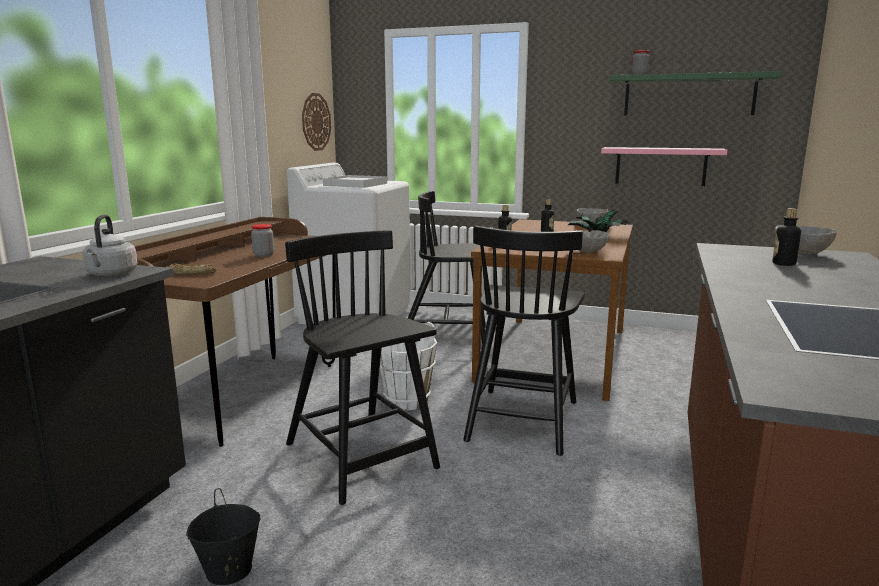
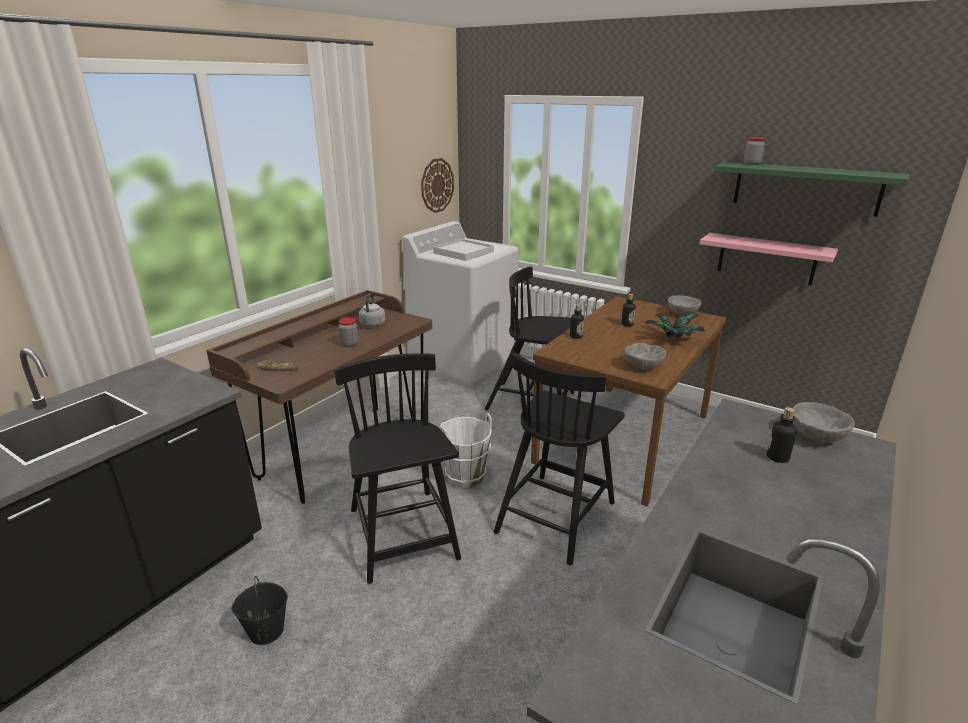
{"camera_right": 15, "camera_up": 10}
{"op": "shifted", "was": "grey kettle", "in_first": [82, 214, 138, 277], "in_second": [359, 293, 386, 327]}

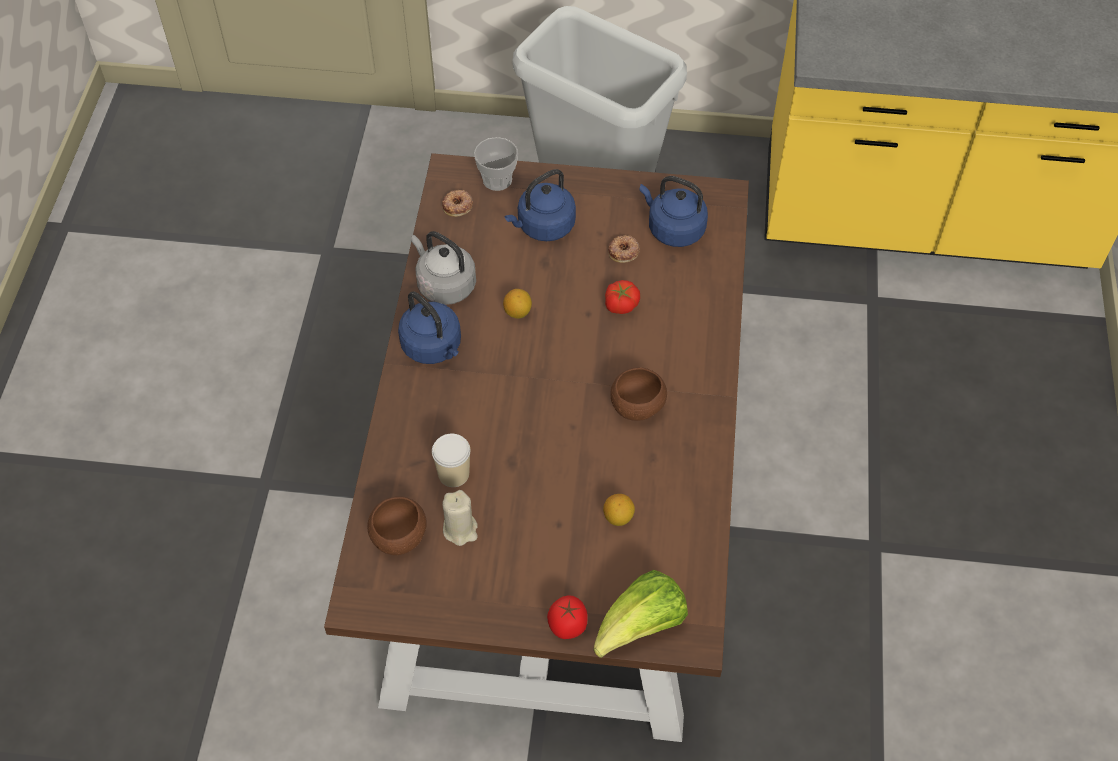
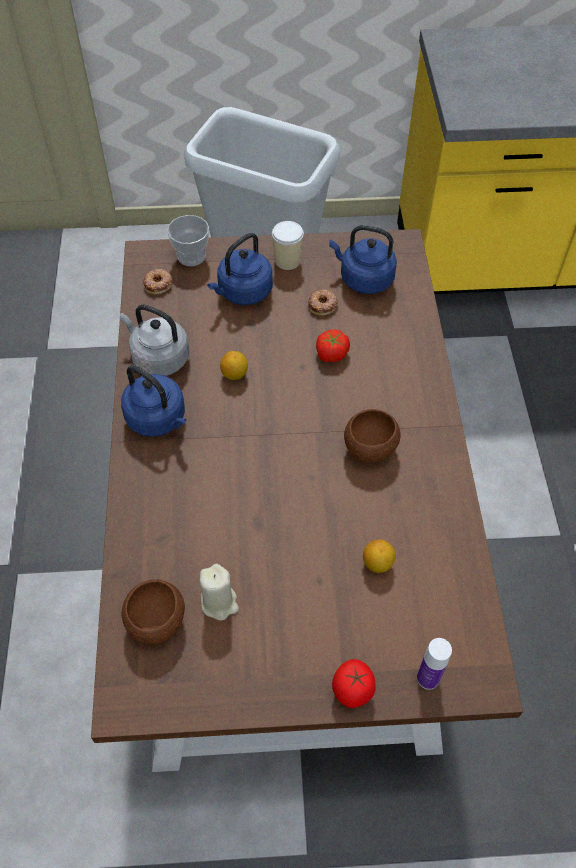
{"camera_right": -10, "camera_up": 0}
{"op": "shifted", "was": "cup", "in_first": [432, 434, 470, 487], "in_second": [272, 221, 304, 270]}
{"op": "swapped", "was": "lettuce", "now": "bottle", "in_first": [593, 570, 688, 658], "in_second": [417, 638, 452, 690]}

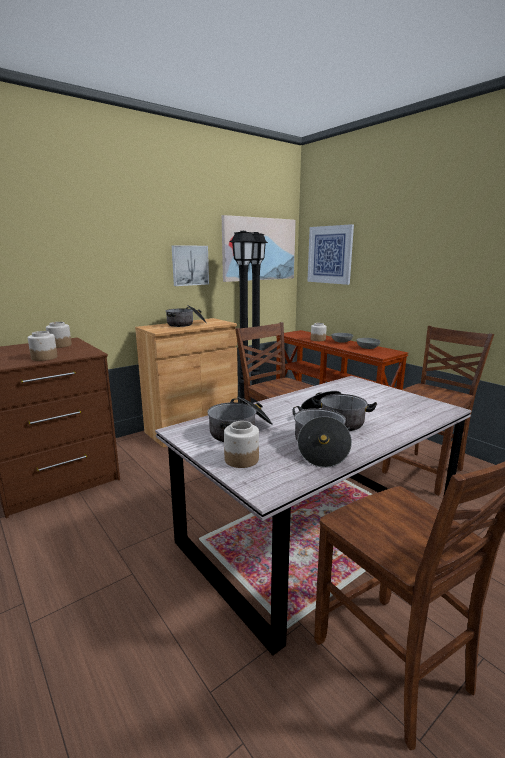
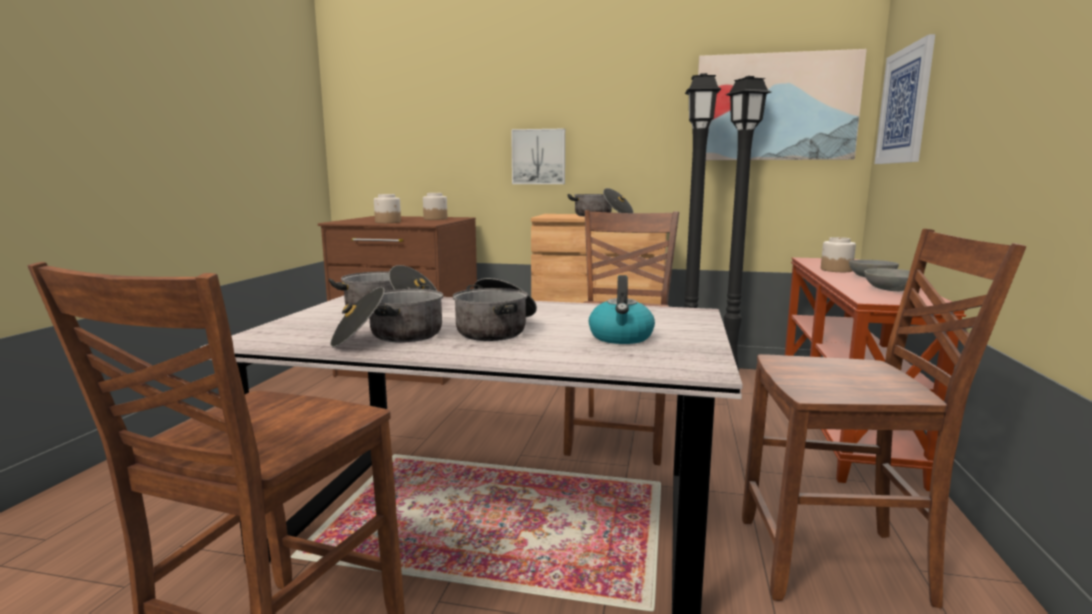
{"camera_right": 50, "camera_up": -5}
{"op": "shifted", "was": "picture", "in_first": [172, 245, 209, 286], "in_second": [511, 129, 565, 184]}
{"op": "new", "now": "kettle", "in_second": [589, 275, 655, 344]}
{"op": "gone", "was": "jar", "in_first": [224, 421, 259, 468]}

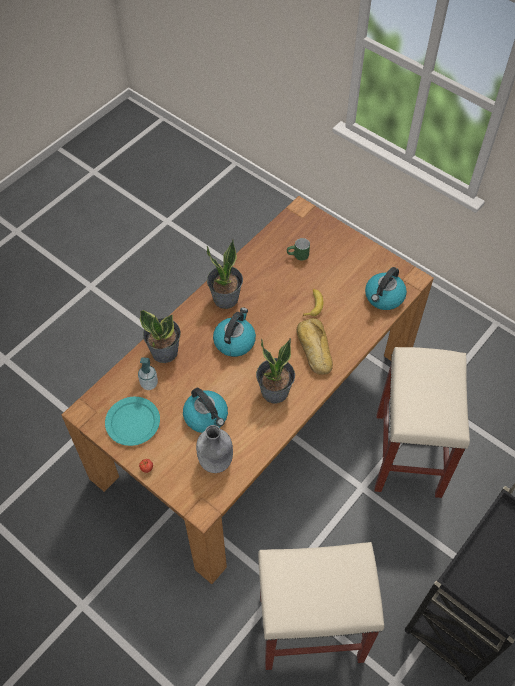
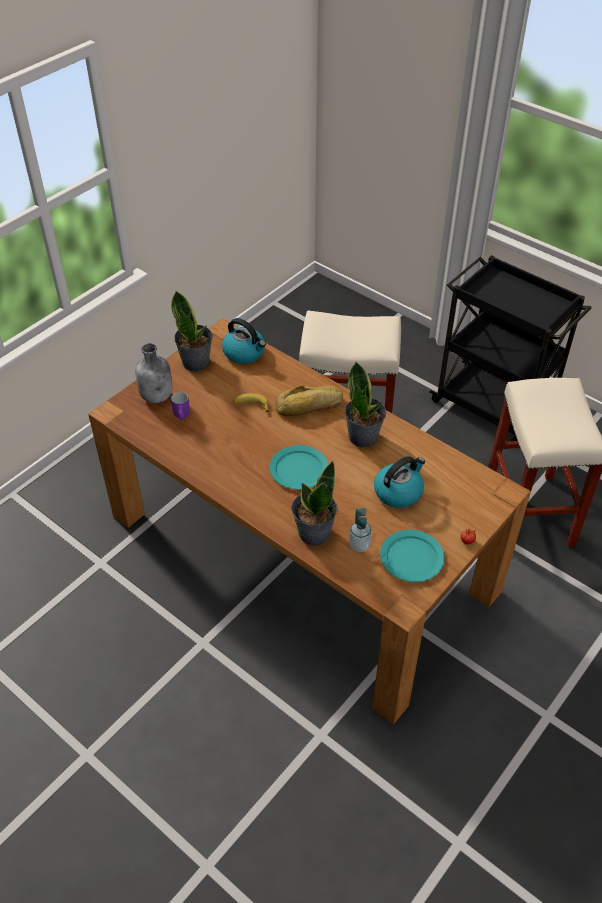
{"camera_right": -90, "camera_up": -10}
{"op": "shifted", "was": "grey bottle", "in_first": [196, 425, 233, 473], "in_second": [135, 343, 172, 403]}
{"op": "shifted", "was": "potted plant", "in_first": [207, 240, 243, 309], "in_second": [171, 291, 213, 371]}
{"op": "repainted", "was": "green mug", "now": "purple mug", "in_first": [287, 238, 310, 261], "in_second": [171, 392, 190, 420]}
{"op": "swapped", "was": "kettle", "now": "turquoise plate", "in_first": [213, 308, 256, 357], "in_second": [270, 445, 328, 489]}

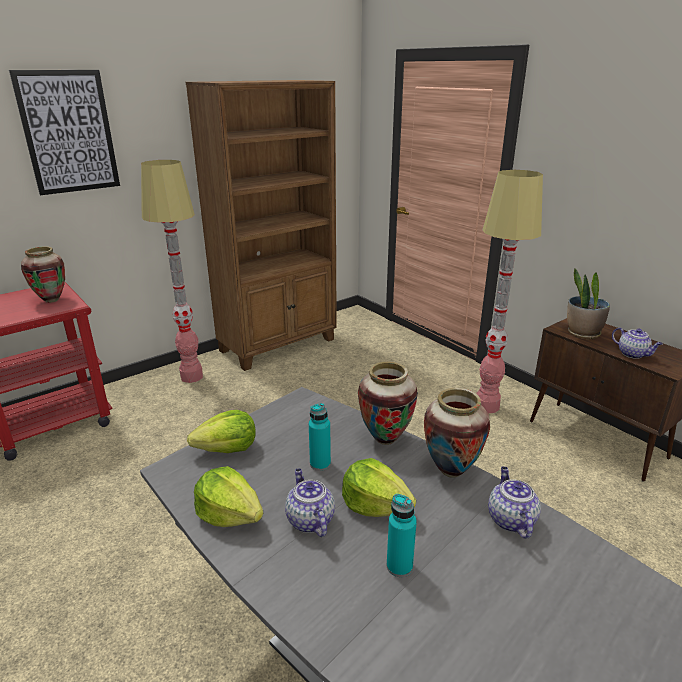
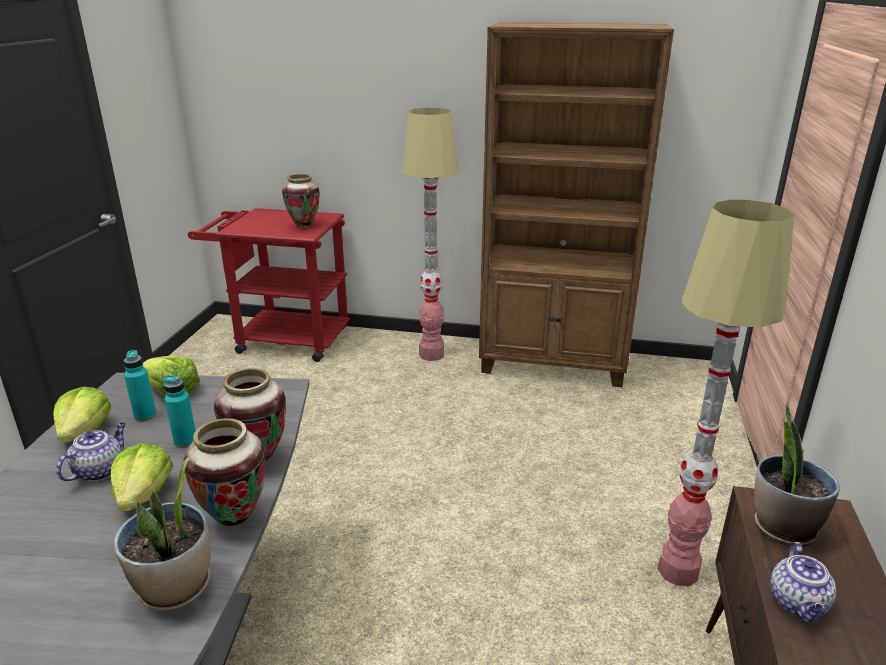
{"camera_right": 50, "camera_up": 0}
{"op": "swapped", "was": "teapot", "now": "potted plant", "in_first": [488, 467, 541, 539], "in_second": [113, 457, 210, 611]}
{"op": "shifted", "was": "turquoise bottle", "in_first": [387, 494, 417, 577], "in_second": [124, 350, 156, 421]}
{"op": "gone", "was": "picture", "in_first": [9, 70, 120, 195]}

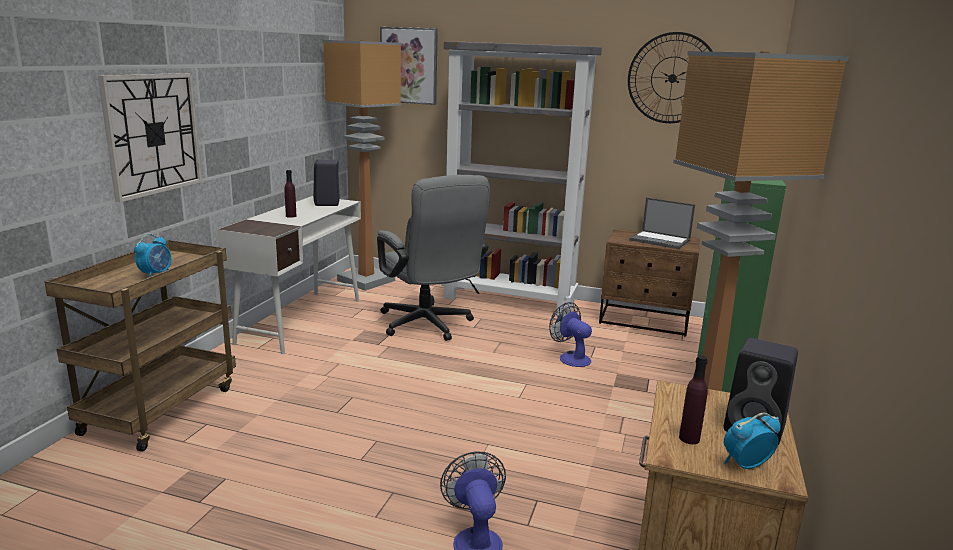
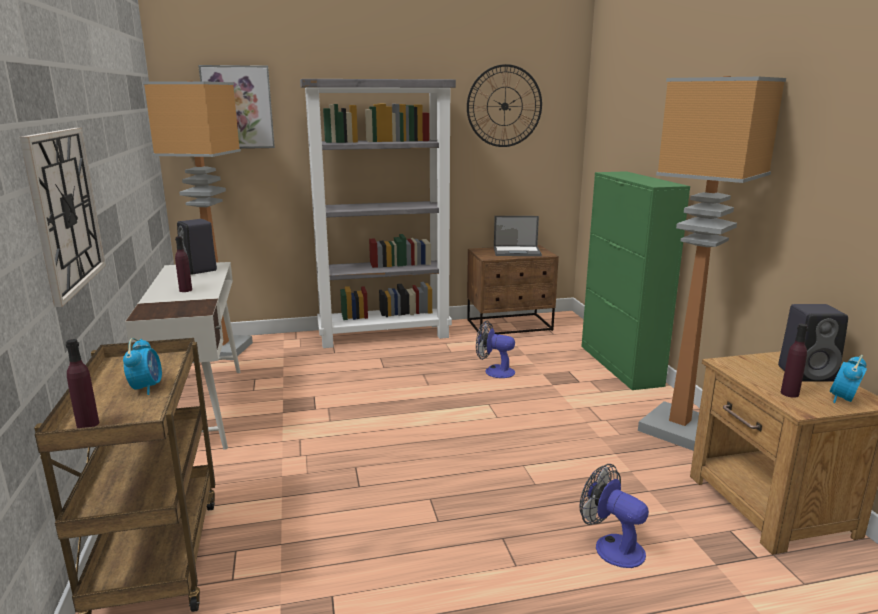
{"camera_right": -30, "camera_up": 0}
{"op": "new", "now": "purple bottle", "in_second": [66, 339, 99, 428]}
{"op": "gone", "was": "grey office chair", "in_first": [377, 175, 490, 341]}

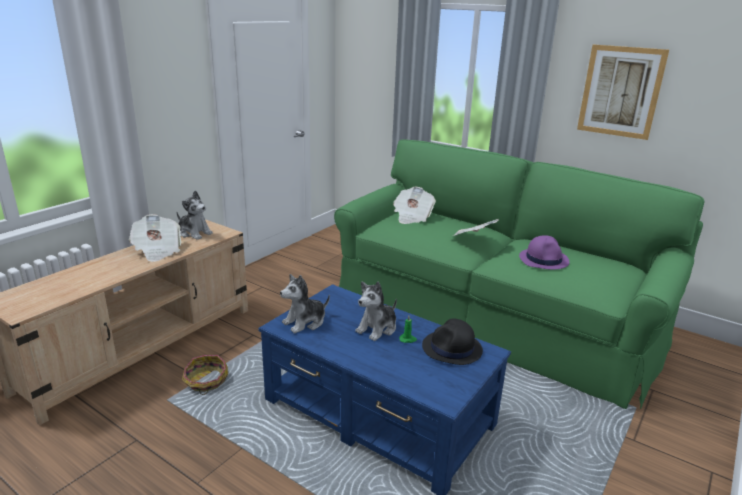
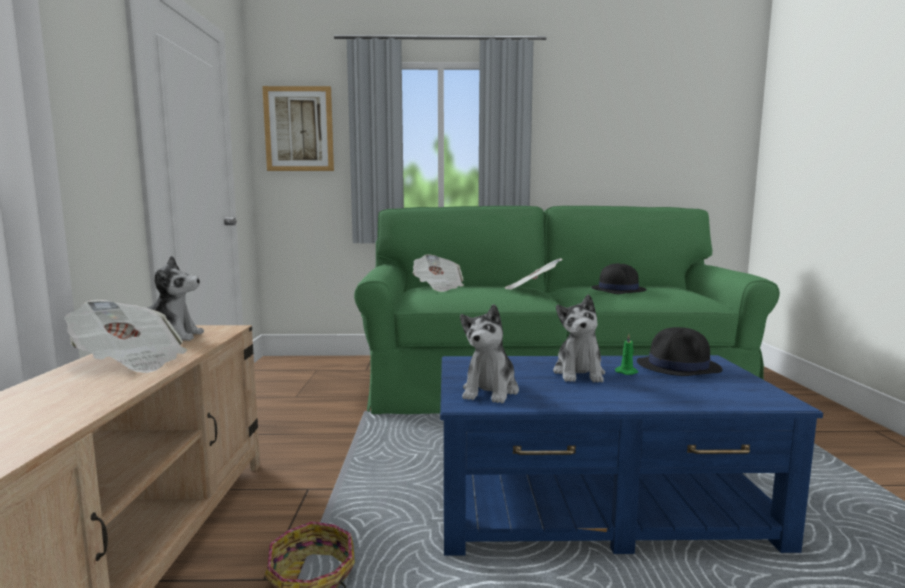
{"camera_right": -35, "camera_up": -15}
{"op": "shifted", "was": "picture", "in_first": [577, 44, 669, 140], "in_second": [262, 86, 334, 171]}
{"op": "repainted", "was": "purple hat", "now": "black hat", "in_first": [519, 235, 569, 270], "in_second": [591, 263, 647, 294]}

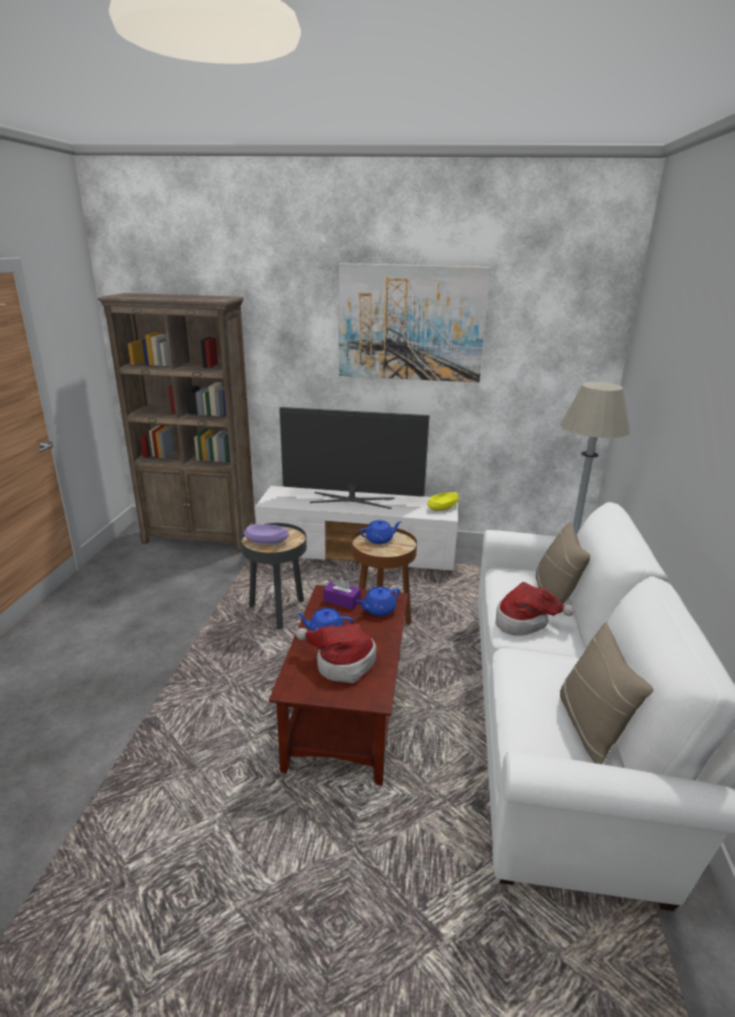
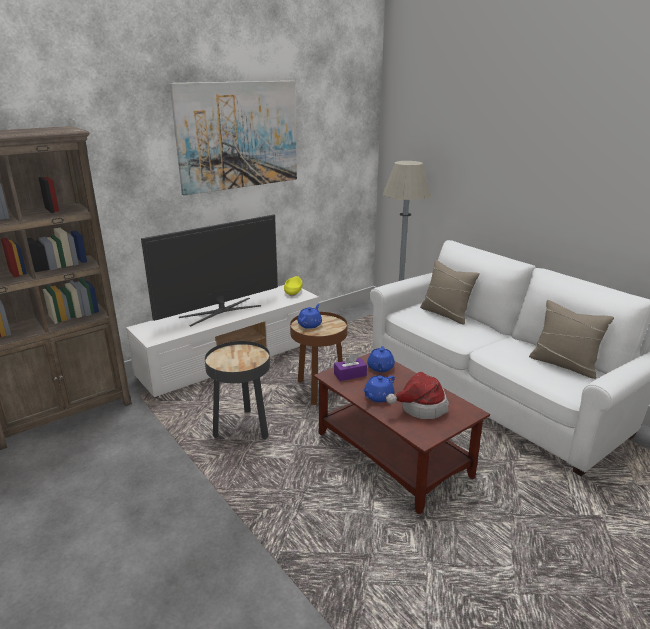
{"camera_right": -45, "camera_up": 0}
{"op": "gone", "was": "purple bowl", "in_first": [244, 524, 289, 545]}
{"op": "gone", "was": "hat", "in_first": [496, 582, 574, 636]}

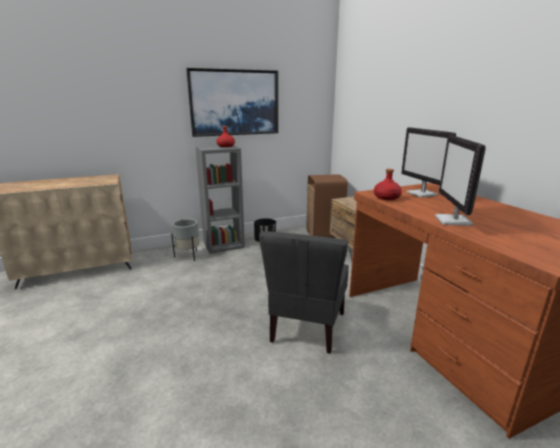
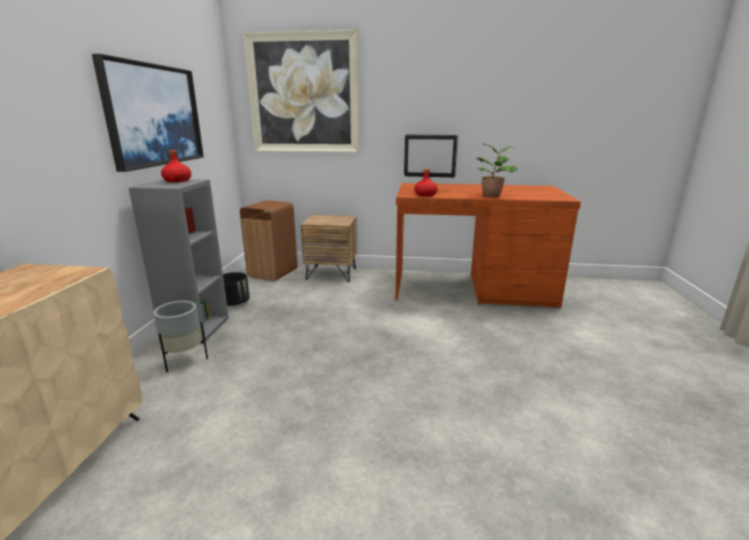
{"camera_right": -60, "camera_up": 0}
{"op": "new", "now": "picture", "in_second": [243, 29, 359, 153]}
{"op": "swapped", "was": "monitor", "now": "potted plant", "in_first": [435, 135, 486, 226], "in_second": [476, 144, 518, 197]}
{"op": "gone", "was": "grey chair", "in_first": [259, 231, 349, 354]}

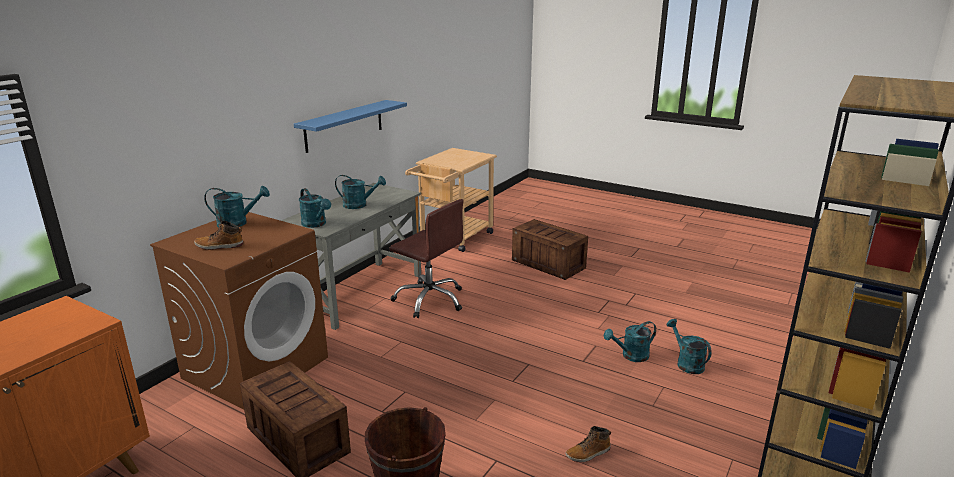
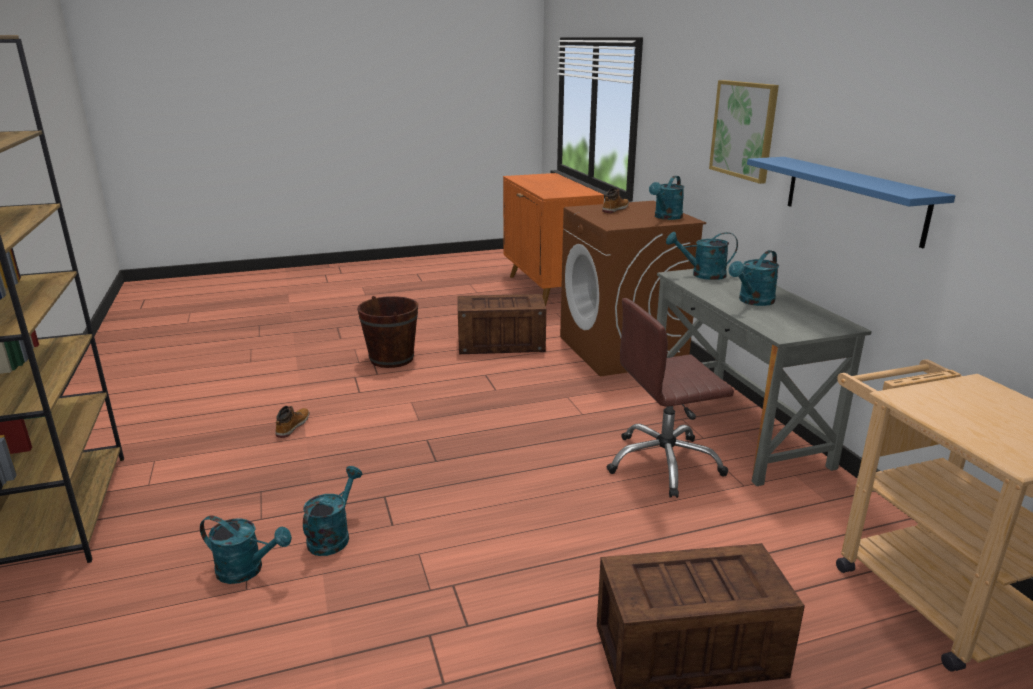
{"camera_right": 130, "camera_up": 0}
{"op": "new", "now": "picture", "in_second": [709, 80, 779, 184]}

